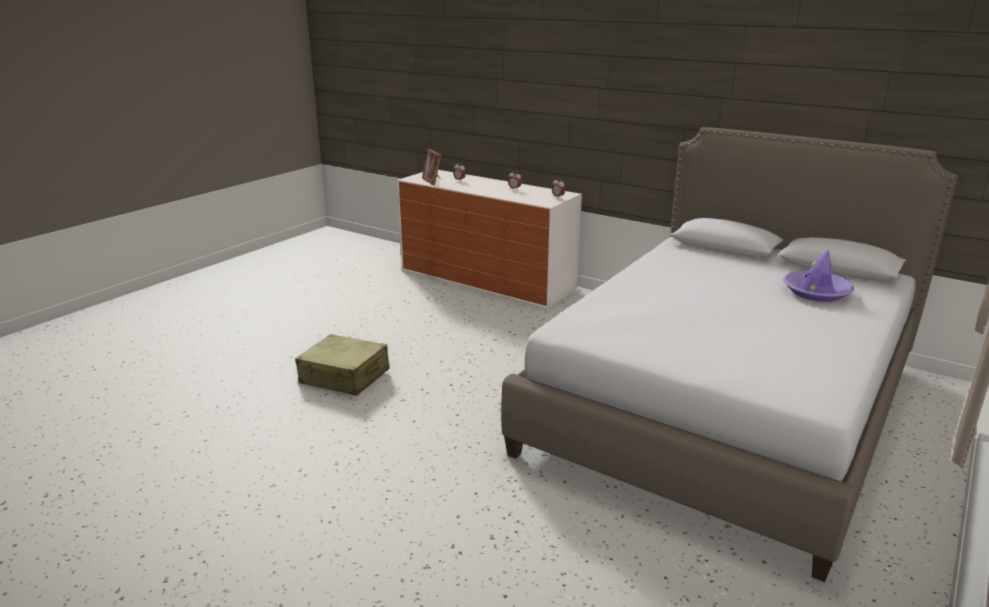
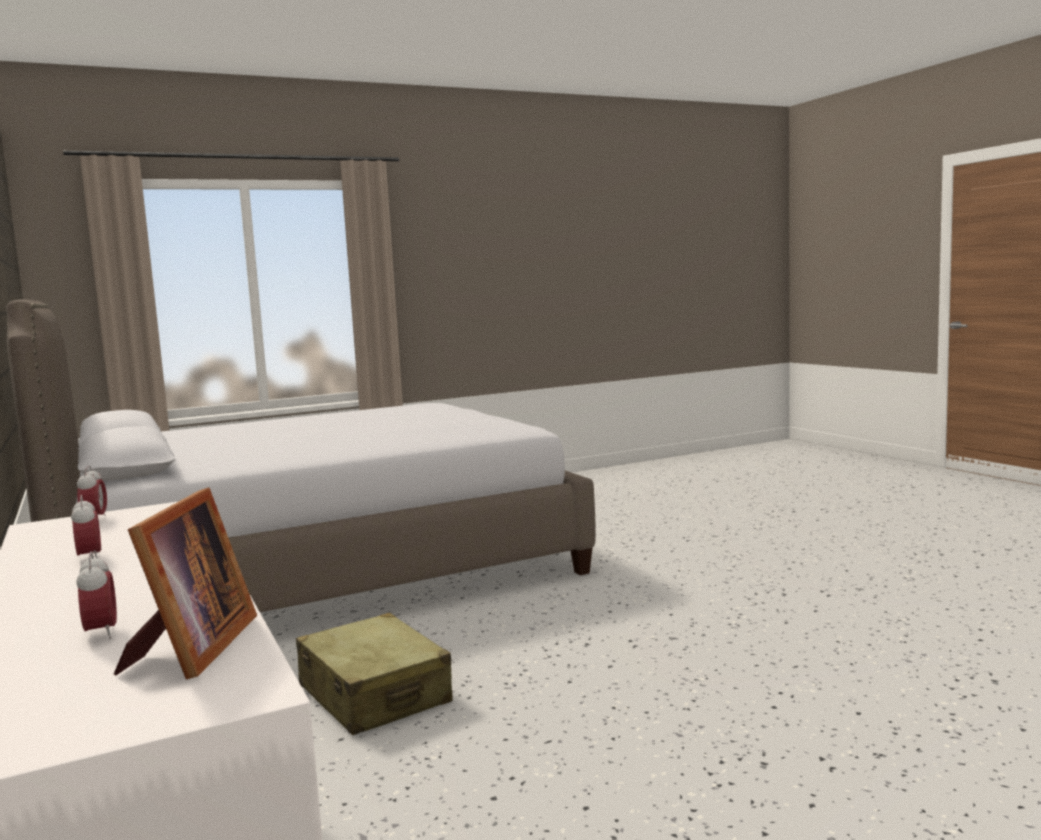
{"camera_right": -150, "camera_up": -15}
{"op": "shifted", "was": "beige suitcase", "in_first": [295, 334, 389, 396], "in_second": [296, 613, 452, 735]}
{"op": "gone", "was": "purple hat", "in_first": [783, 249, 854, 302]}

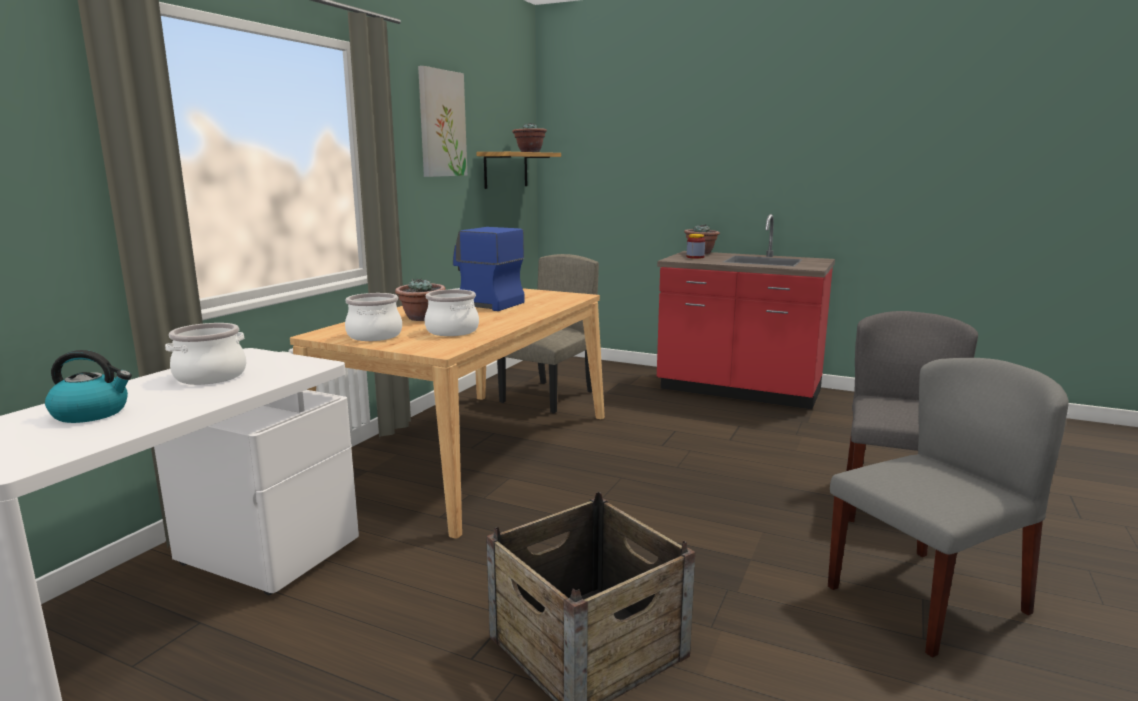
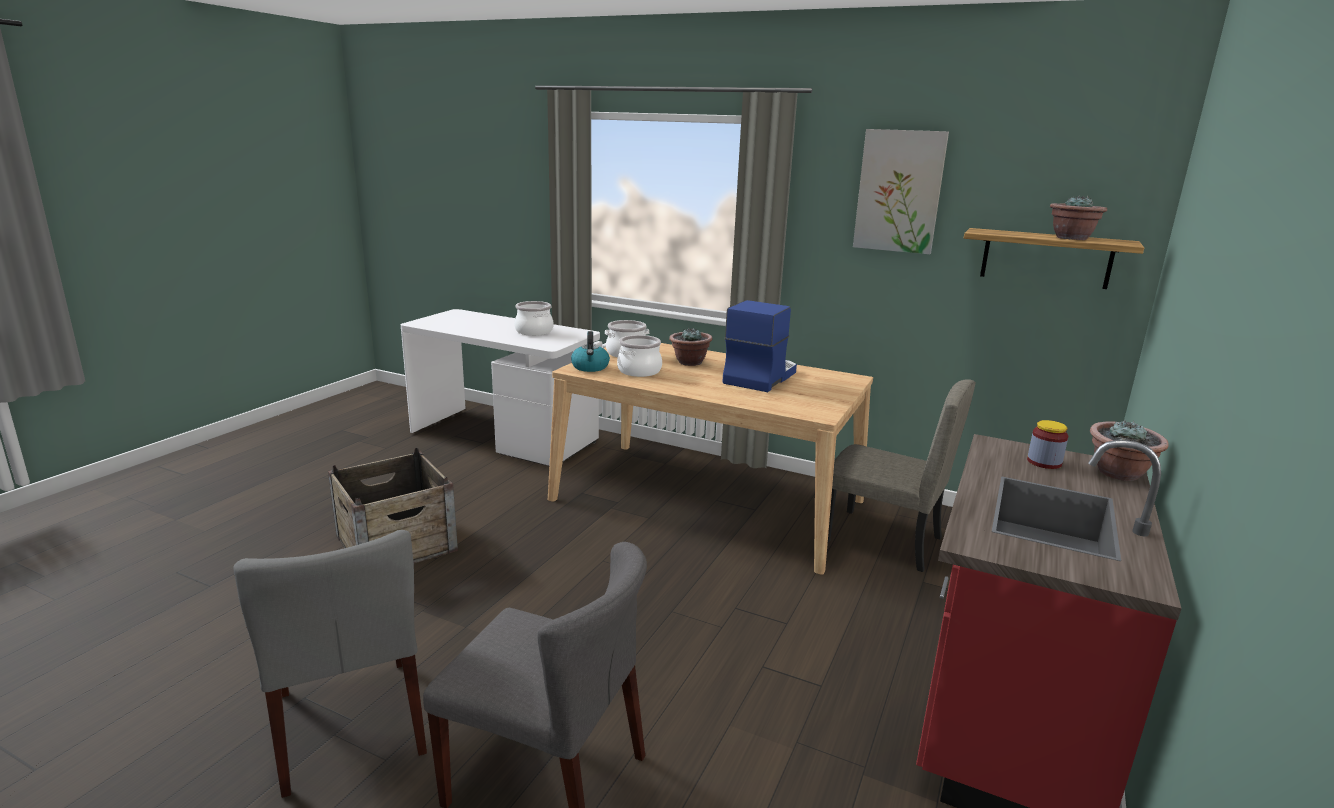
{"camera_right": 90, "camera_up": 5}
{"op": "shifted", "was": "kettle", "in_first": [45, 350, 132, 423], "in_second": [571, 331, 610, 372]}

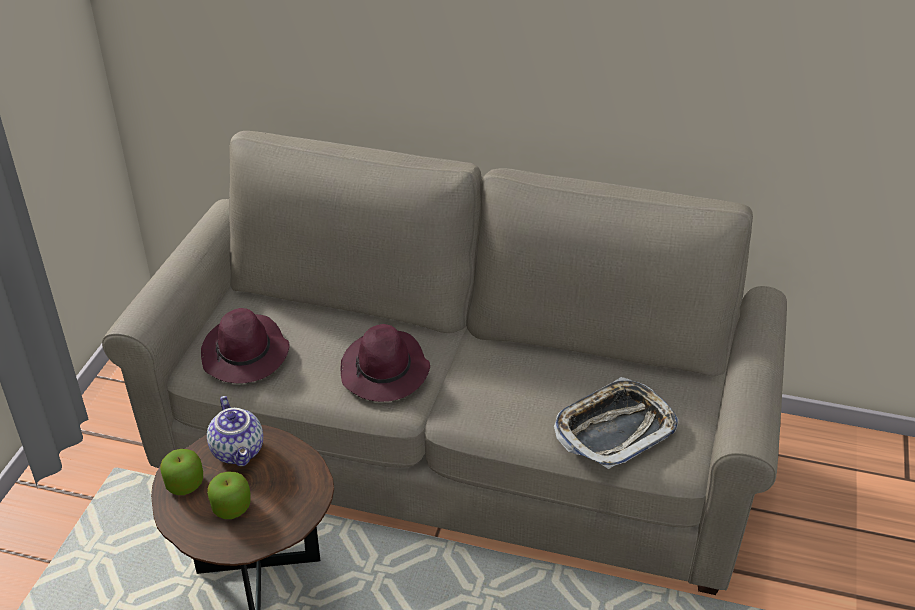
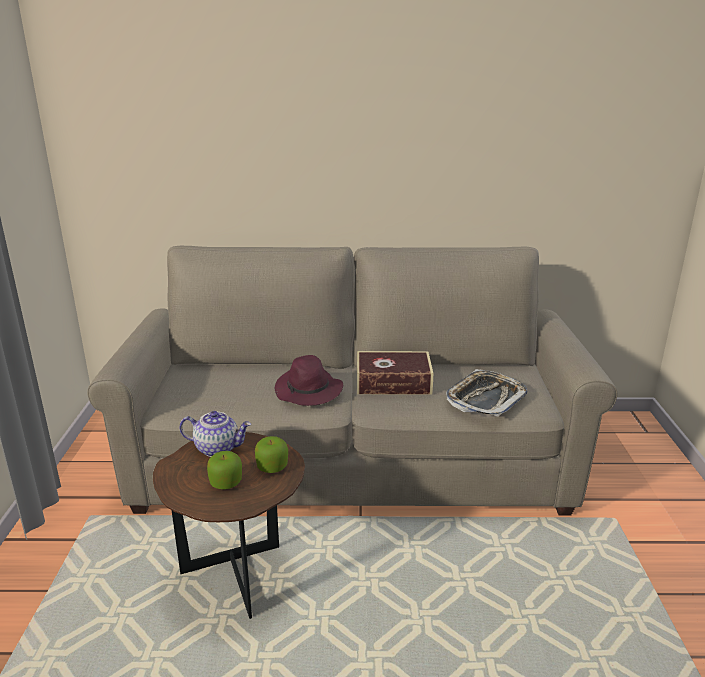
{"camera_right": -15, "camera_up": -15}
{"op": "rotated", "was": "teapot", "in_first": [207, 396, 263, 466], "in_second": [179, 411, 251, 457], "clockwise": -45}
{"op": "shifted", "was": "apple", "in_first": [160, 449, 203, 495], "in_second": [255, 436, 288, 473]}
{"op": "new", "now": "book", "in_second": [357, 351, 433, 395]}
{"op": "gone", "was": "purple hat", "in_first": [201, 308, 290, 383]}

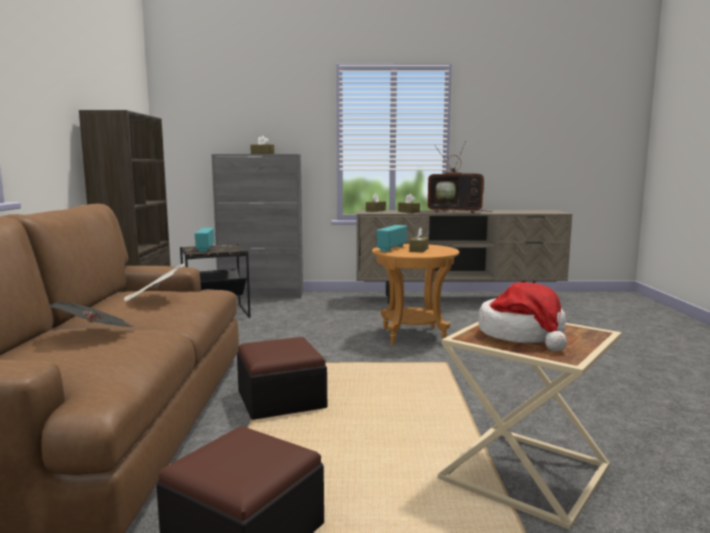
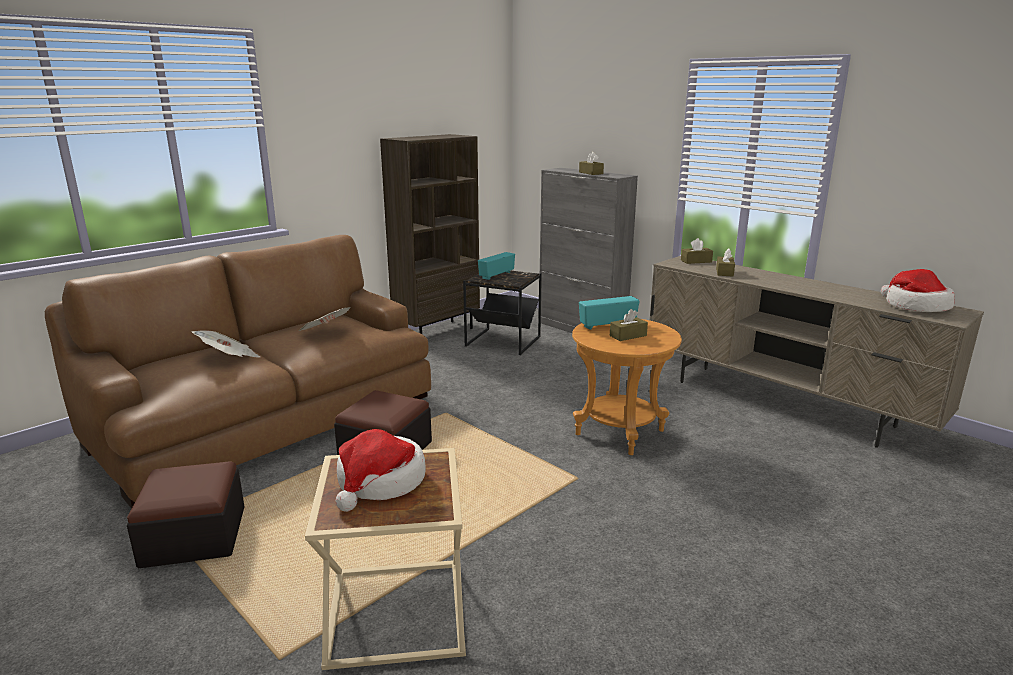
{"camera_right": 45, "camera_up": 10}
{"op": "new", "now": "hat", "in_second": [881, 269, 955, 312]}
{"op": "gone", "was": "television", "in_first": [428, 141, 492, 213]}

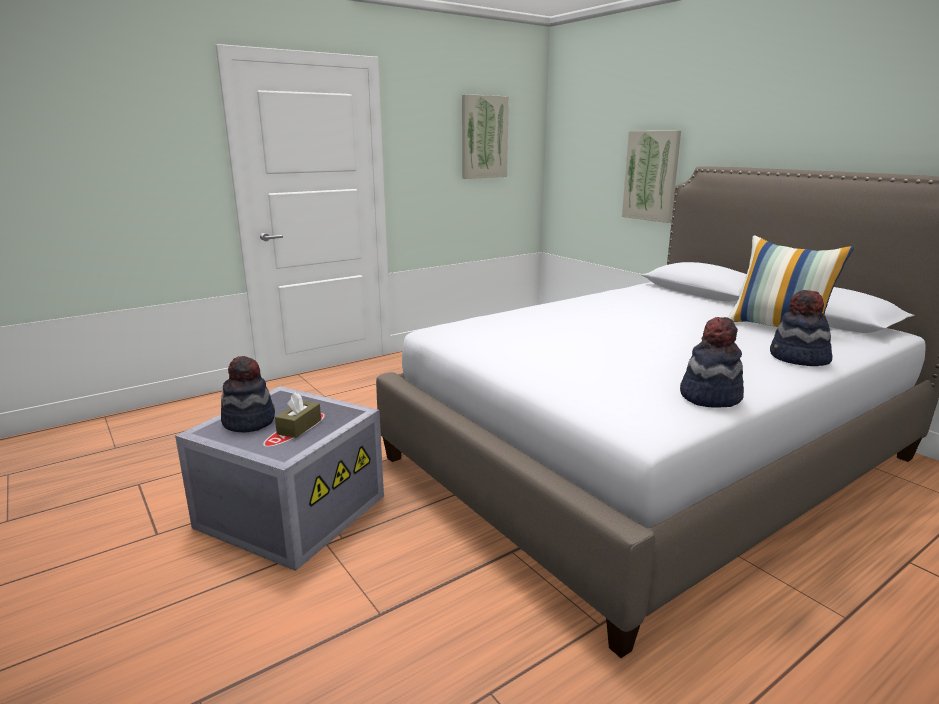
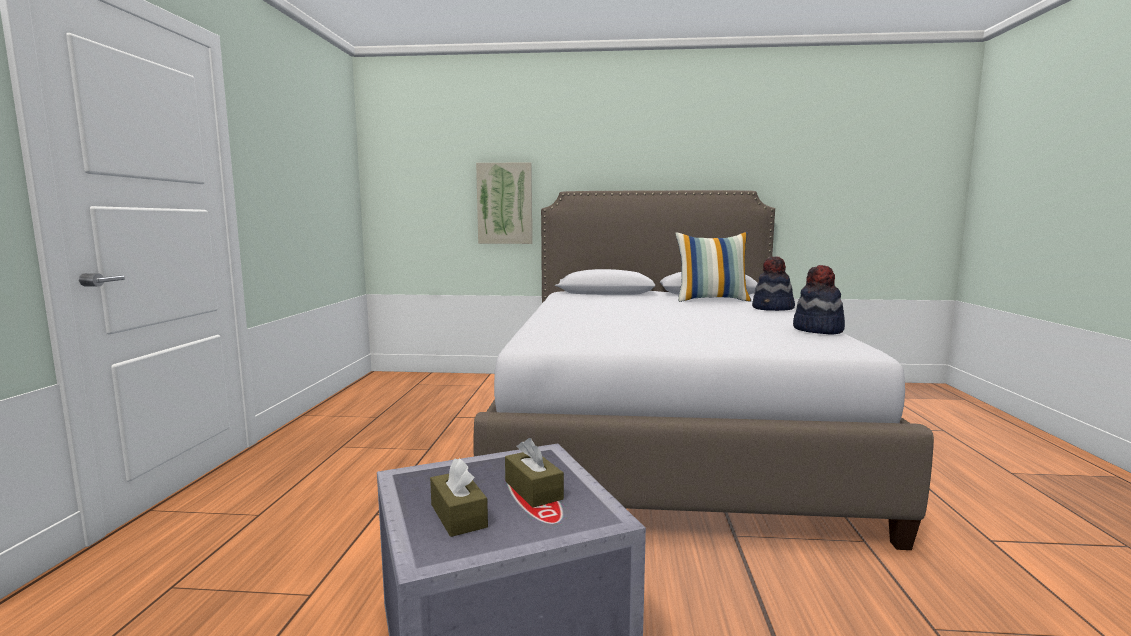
{"camera_right": -50, "camera_up": -10}
{"op": "swapped", "was": "hat", "now": "brown tissue box", "in_first": [221, 356, 275, 433], "in_second": [430, 458, 488, 537]}
{"op": "gone", "was": "picture", "in_first": [462, 94, 509, 179]}

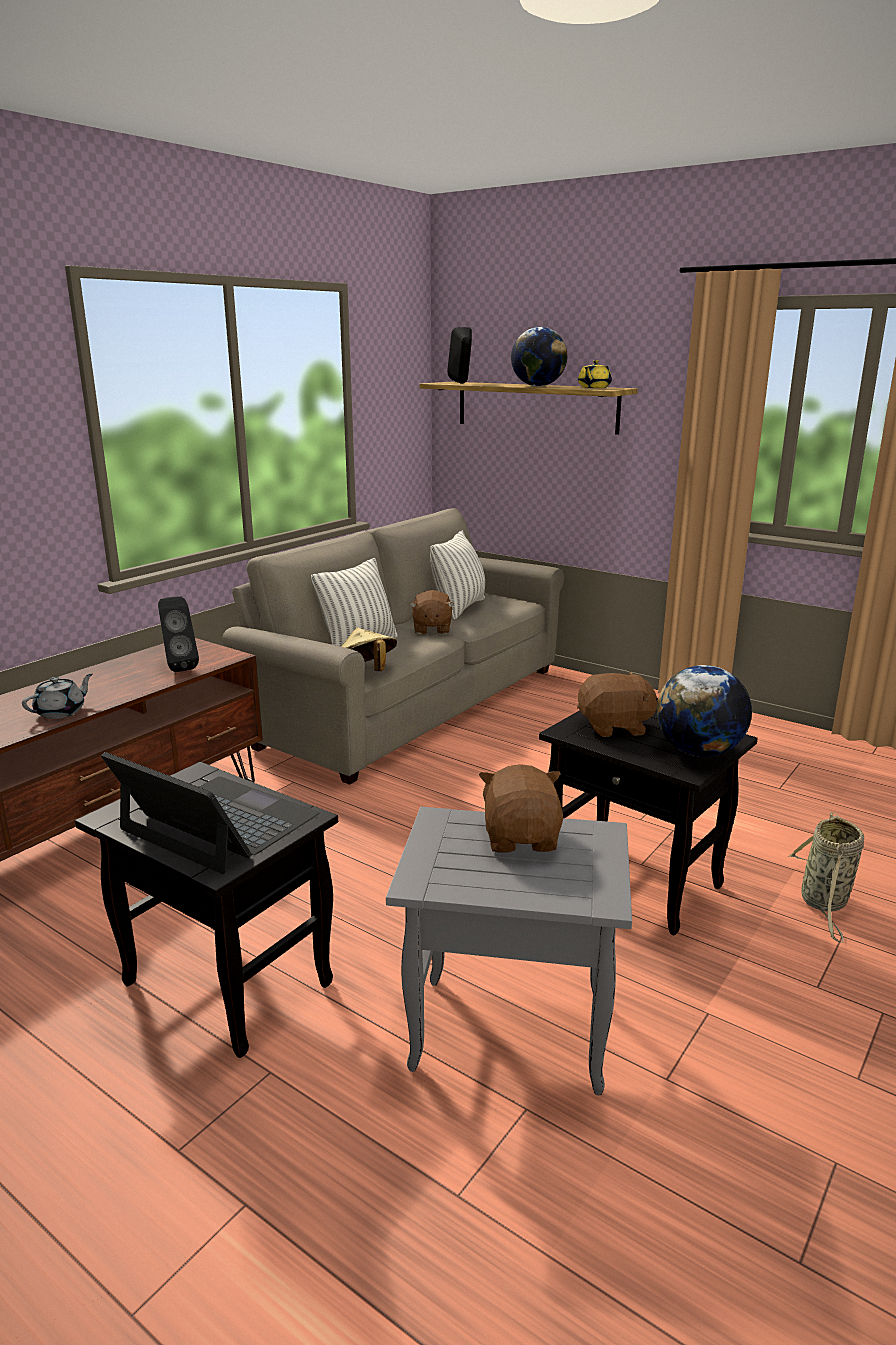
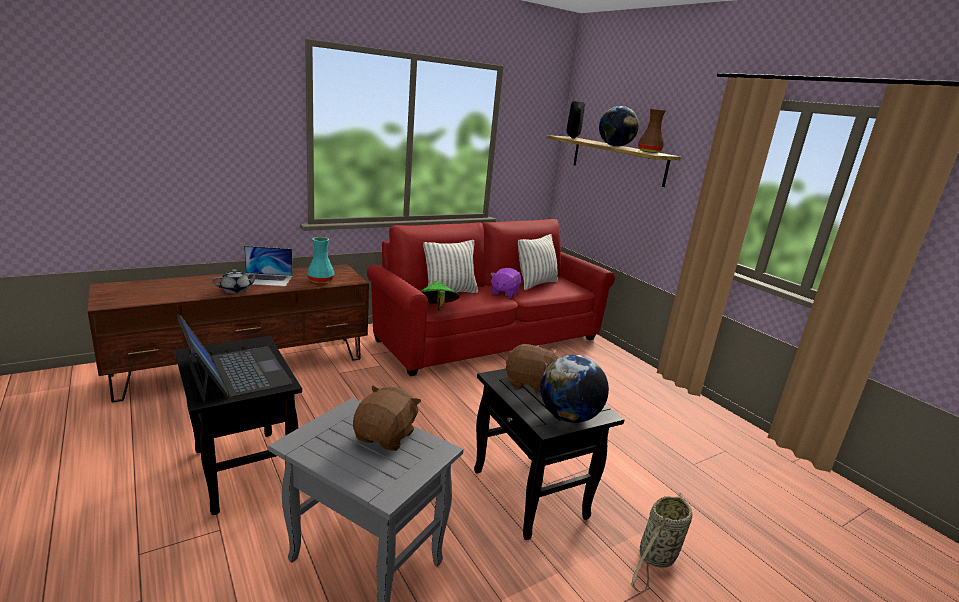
{"camera_right": 20, "camera_up": 0}
{"op": "new", "now": "laptop", "in_second": [244, 246, 293, 287]}
{"op": "swapped", "was": "black speaker", "now": "turquoise vase", "in_first": [158, 596, 199, 672], "in_second": [307, 237, 335, 283]}
{"op": "repainted", "was": "beige sofa", "now": "red sofa", "in_first": [222, 508, 564, 785], "in_second": [367, 219, 615, 376]}
{"op": "repainted", "was": "beige hat", "now": "green hat", "in_first": [341, 627, 397, 671], "in_second": [421, 280, 460, 311]}
{"op": "repainted", "was": "brown plush toy", "now": "purple plush toy", "in_first": [410, 590, 454, 634], "in_second": [491, 268, 521, 298]}
{"op": "swapped", "was": "yellow teapot", "now": "brown vase", "in_first": [578, 360, 612, 388], "in_second": [638, 109, 665, 153]}

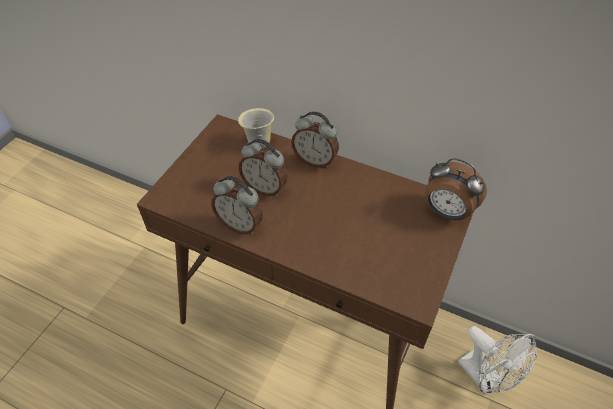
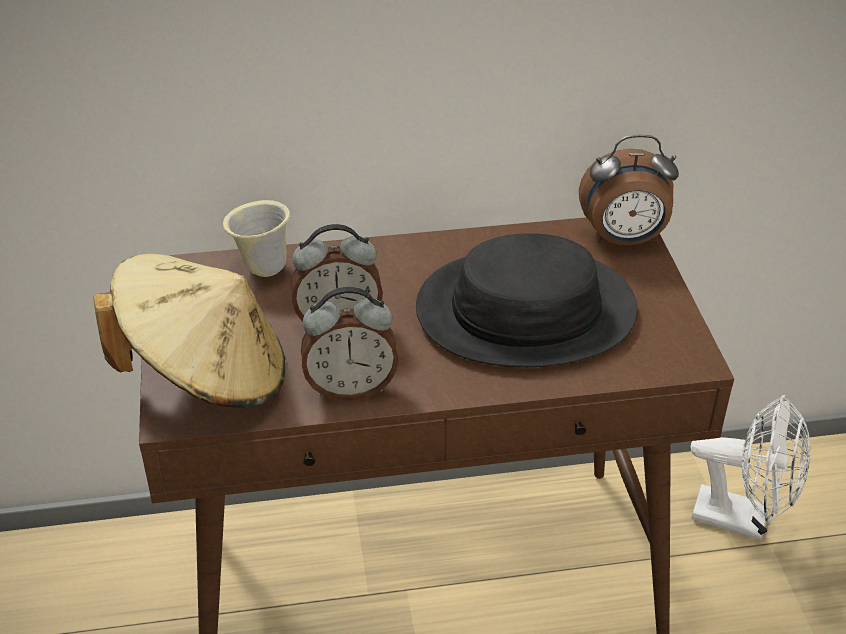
{"camera_right": -35, "camera_up": -10}
{"op": "new", "now": "beige hat", "in_second": [93, 253, 285, 408]}
{"op": "new", "now": "black hat", "in_second": [416, 233, 637, 367]}
{"op": "gone", "was": "alarm clock", "in_first": [291, 111, 339, 168]}

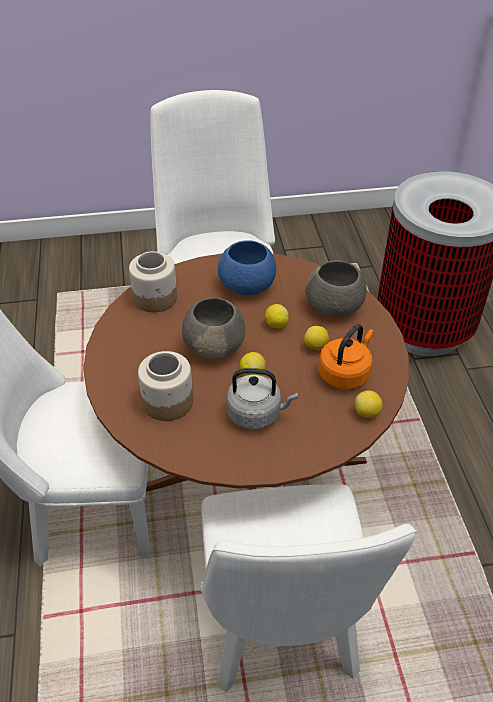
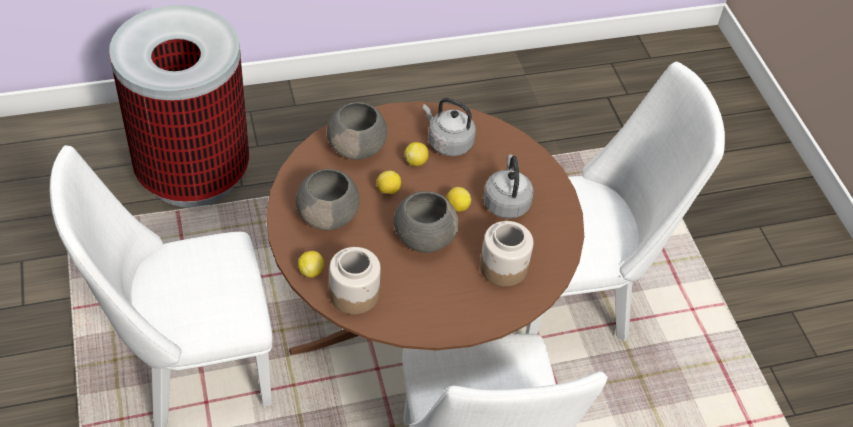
{"camera_right": -100, "camera_up": 5}
{"op": "repainted", "was": "blue bowl", "now": "grey bowl", "in_first": [218, 240, 276, 295], "in_second": [296, 169, 360, 230]}
{"op": "shifted", "was": "lemon", "in_first": [355, 390, 383, 418], "in_second": [298, 251, 324, 277]}
{"op": "repainted", "was": "orange kettle", "now": "grey kettle", "in_first": [319, 324, 374, 390], "in_second": [423, 98, 476, 156]}

